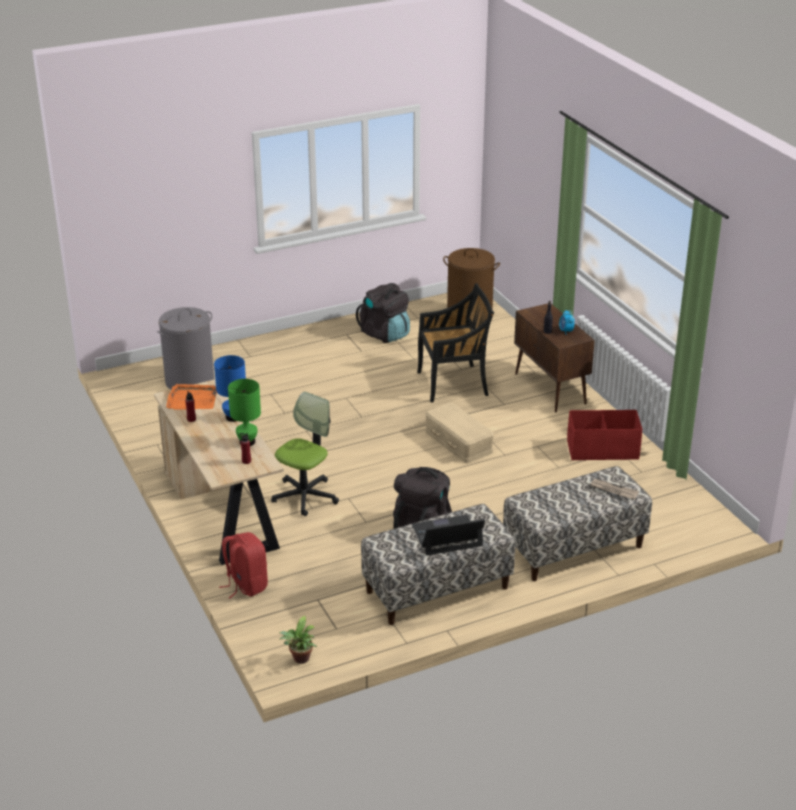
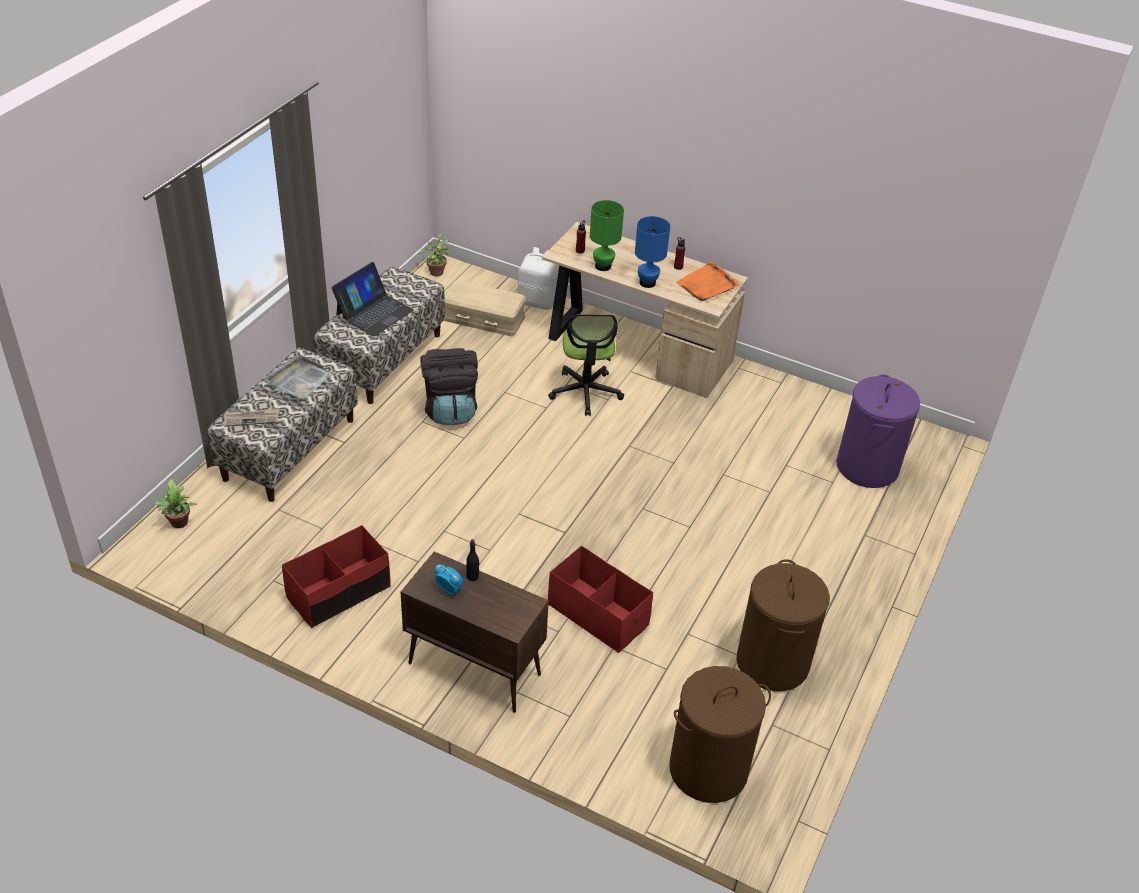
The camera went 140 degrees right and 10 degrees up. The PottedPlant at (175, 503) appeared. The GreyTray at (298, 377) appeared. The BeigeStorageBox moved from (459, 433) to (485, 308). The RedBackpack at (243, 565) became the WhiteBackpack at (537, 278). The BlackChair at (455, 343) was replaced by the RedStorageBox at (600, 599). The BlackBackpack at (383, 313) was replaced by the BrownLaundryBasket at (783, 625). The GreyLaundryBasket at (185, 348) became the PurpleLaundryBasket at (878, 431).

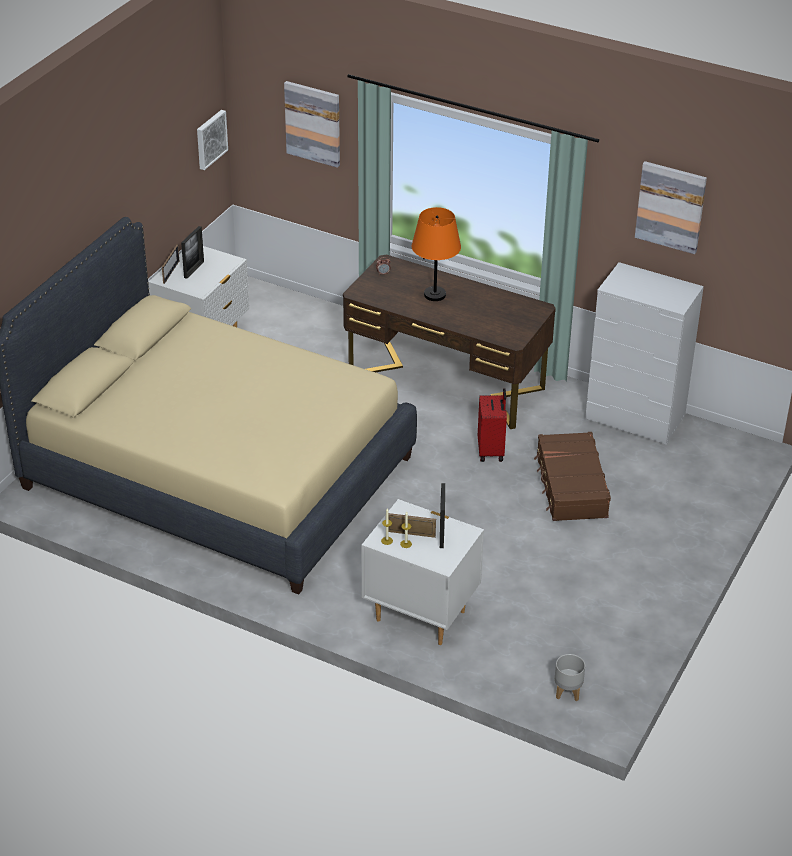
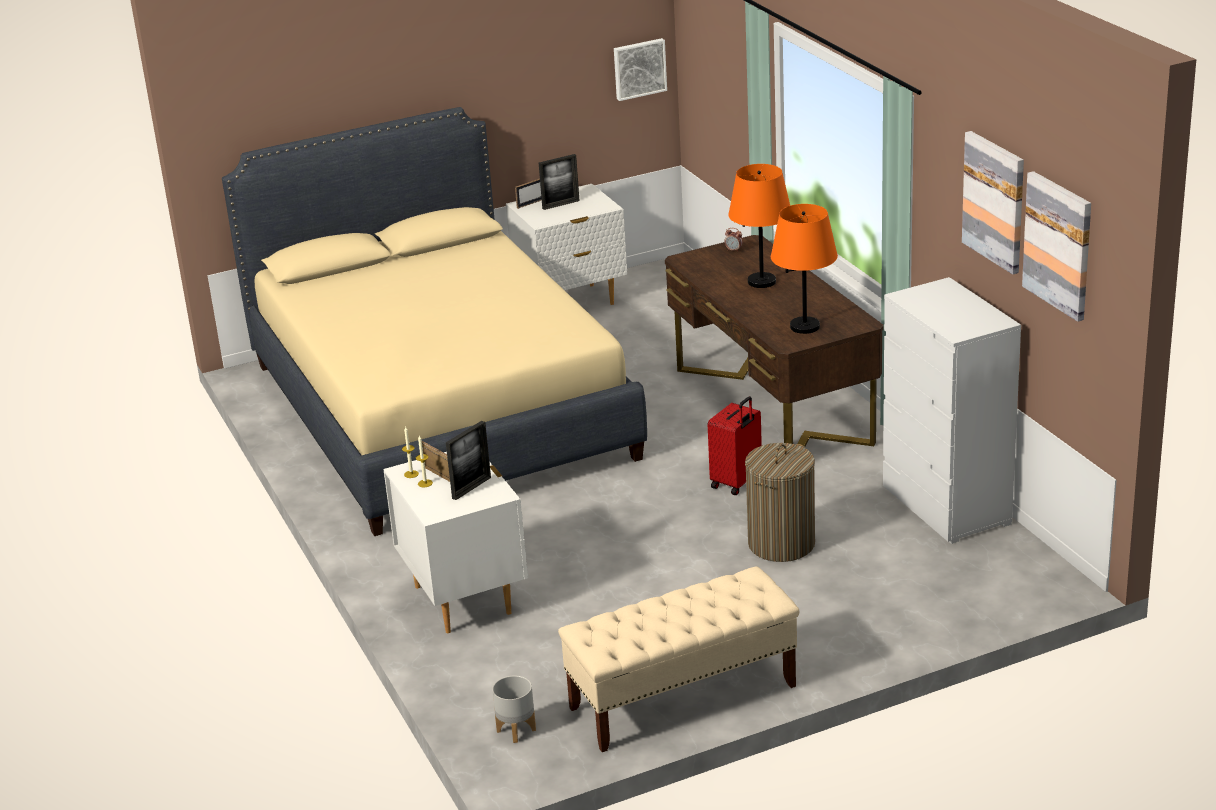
The camera went 40 degrees right and 10 degrees down. The BeigeBench at (679, 659) appeared. The BrownSuitcase at (572, 476) was replaced by the LaundryBasket at (780, 502). The OrangeTableLamp at (804, 269) appeared. The Picture moved from (312, 124) to (1056, 246).

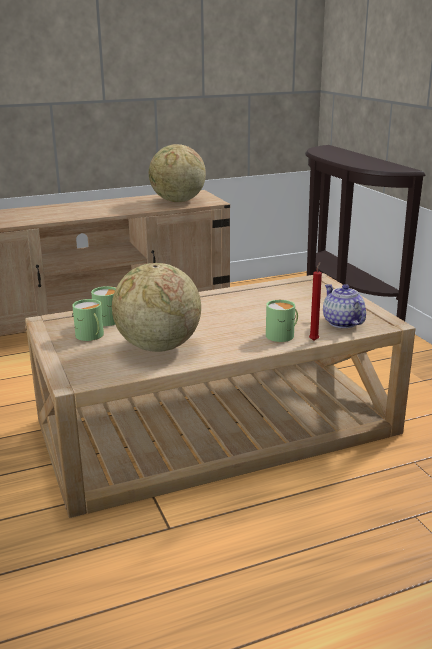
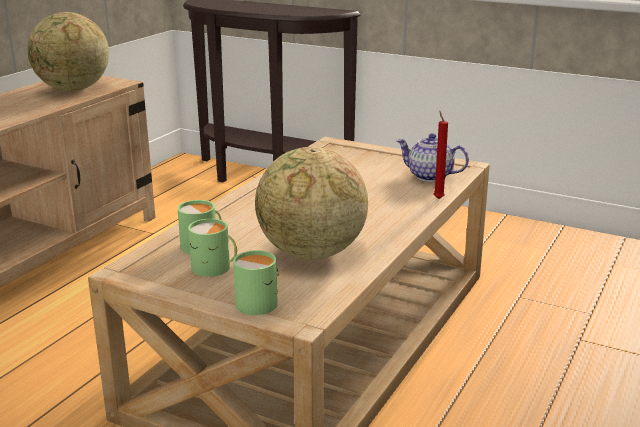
The camera went 40 degrees left and 0 degrees up. The GreenMug moved from (282, 321) to (256, 282).

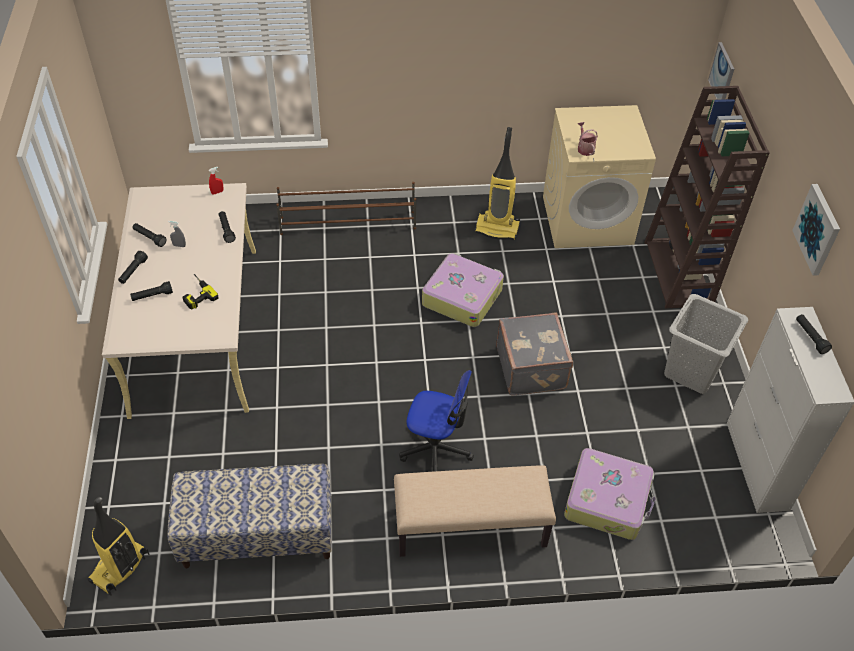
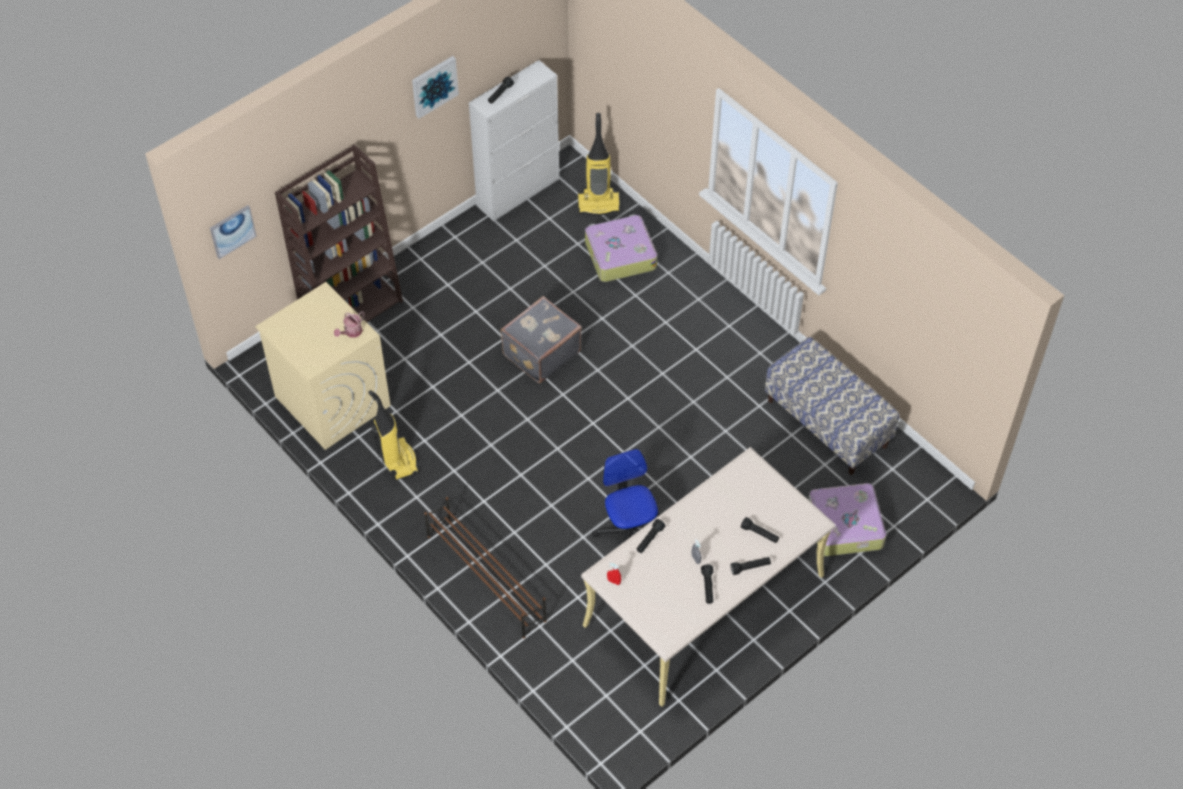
The camera went 125 degrees left and 5 degrees up. The VacuumCleaner moved from (119, 546) to (599, 164). The OfficeChair moved from (436, 421) to (626, 495). The Suitcase moved from (463, 290) to (847, 519). The PowerDrill at (200, 291) disappeared. The BeigeBench at (475, 511) disappeared. The GreyLaundryBasket at (706, 344) disappeared.

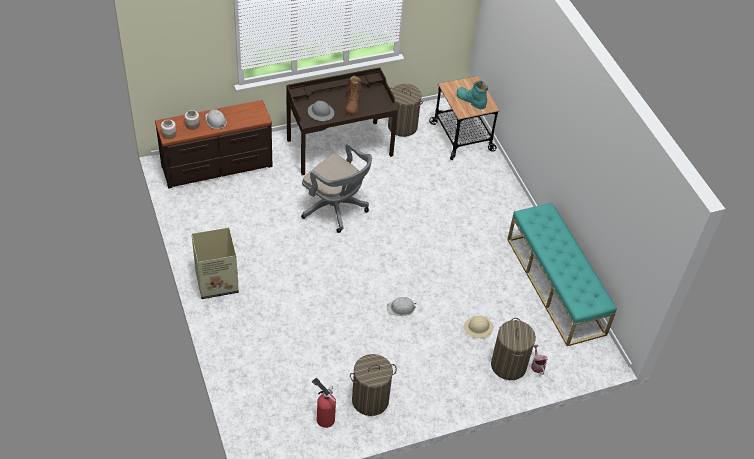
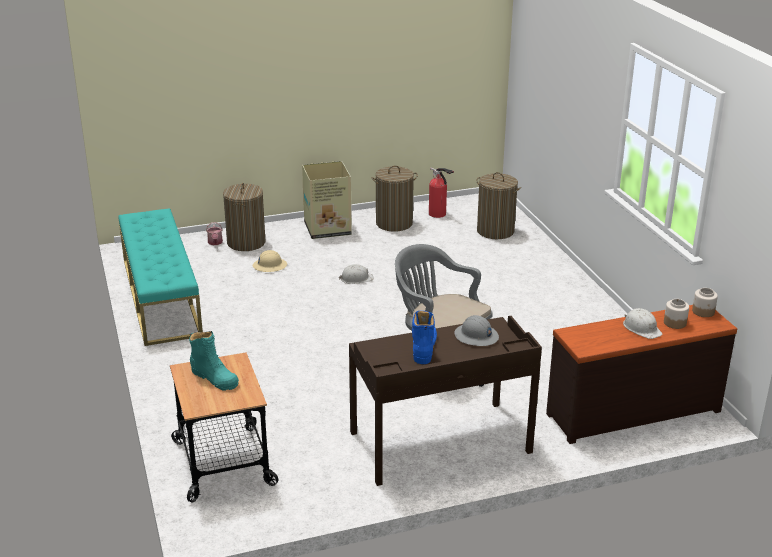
The camera went 175 degrees left and 20 degrees down. The CardboardBox moved from (215, 263) to (327, 200). The BrownBoot at (353, 95) became the BlueBoot at (424, 337). The LaundryBasket moved from (405, 110) to (498, 205).

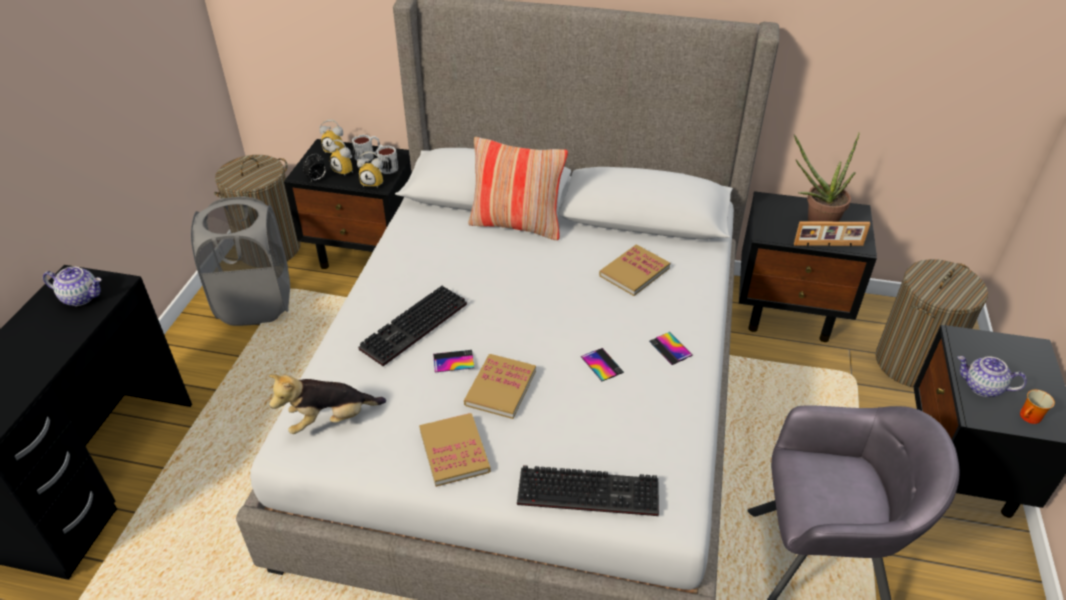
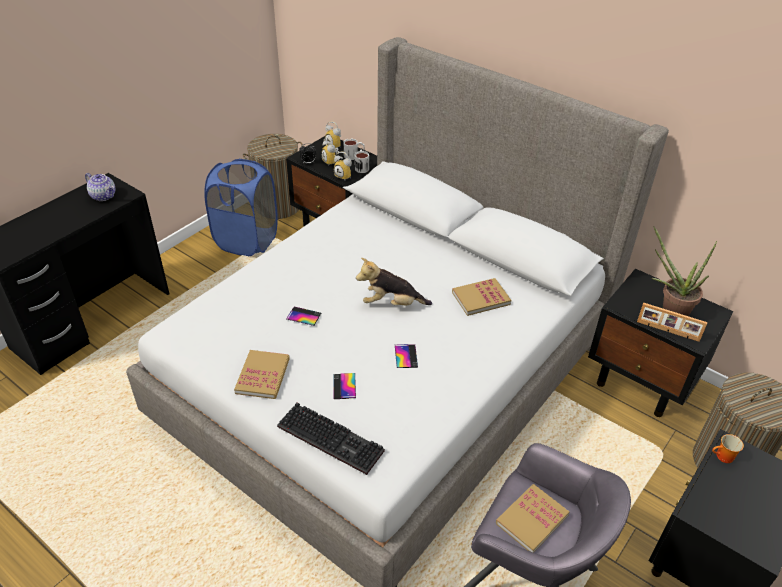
The camera went 25 degrees right and 0 degrees up. The GreyLaundryBasket at (240, 261) became the BlueLaundryBasket at (241, 207). The Phone moved from (671, 348) to (344, 386). The PlushToy moved from (327, 404) to (394, 281). The Book moved from (500, 386) to (532, 518). The Mug moved from (1037, 407) to (728, 448). The Keyboard at (412, 326) disappeared. The Pillow at (518, 188) disappeared. The Teapot at (992, 376) disappeared.

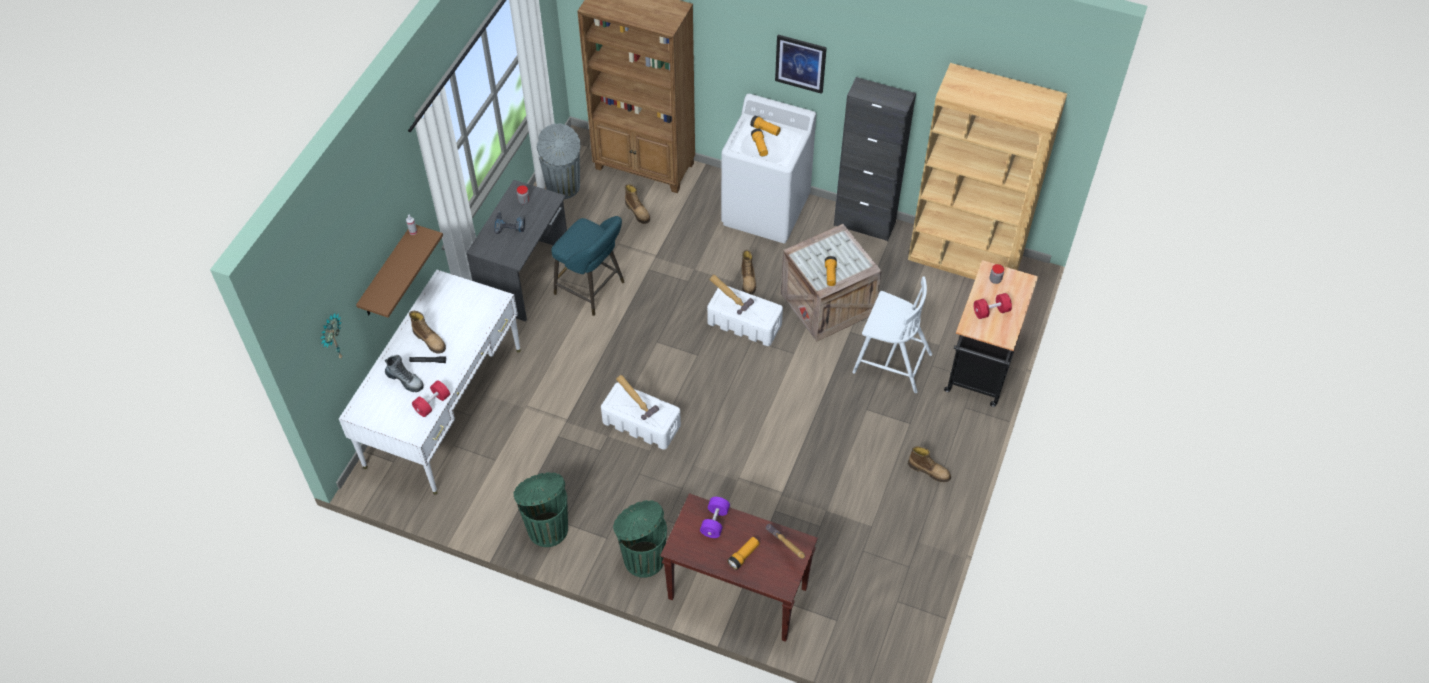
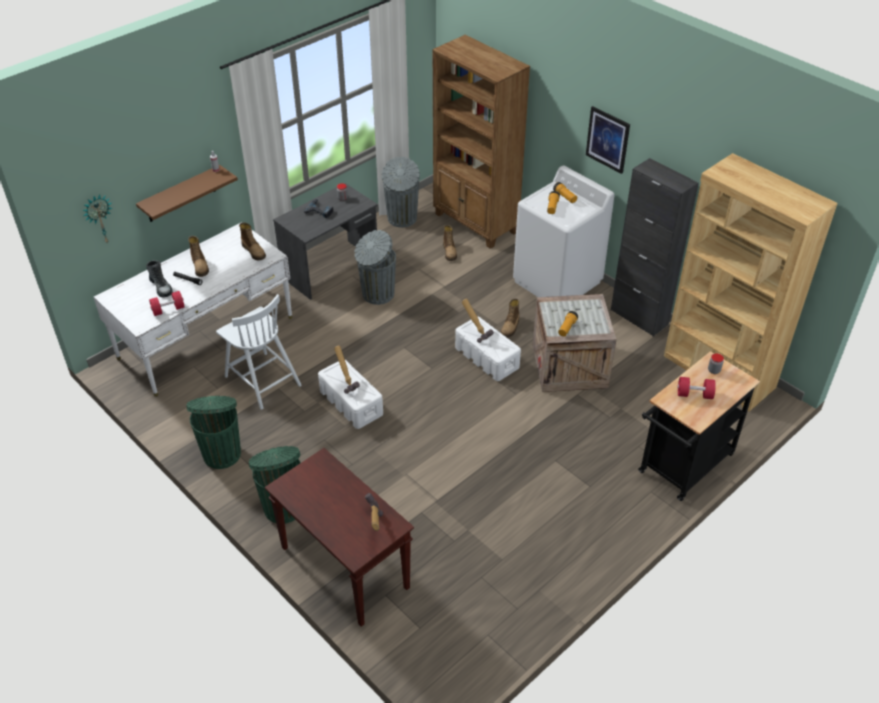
The camera went 25 degrees right and 10 degrees down. The WhiteChair moved from (892, 334) to (259, 352). The Boot moved from (929, 464) to (252, 241). The TurquoiseStool at (587, 266) was replaced by the GreyTrashCan at (375, 267). The PurpleDumbbell at (715, 517) disappeared. The Flashlight at (743, 553) disappeared.

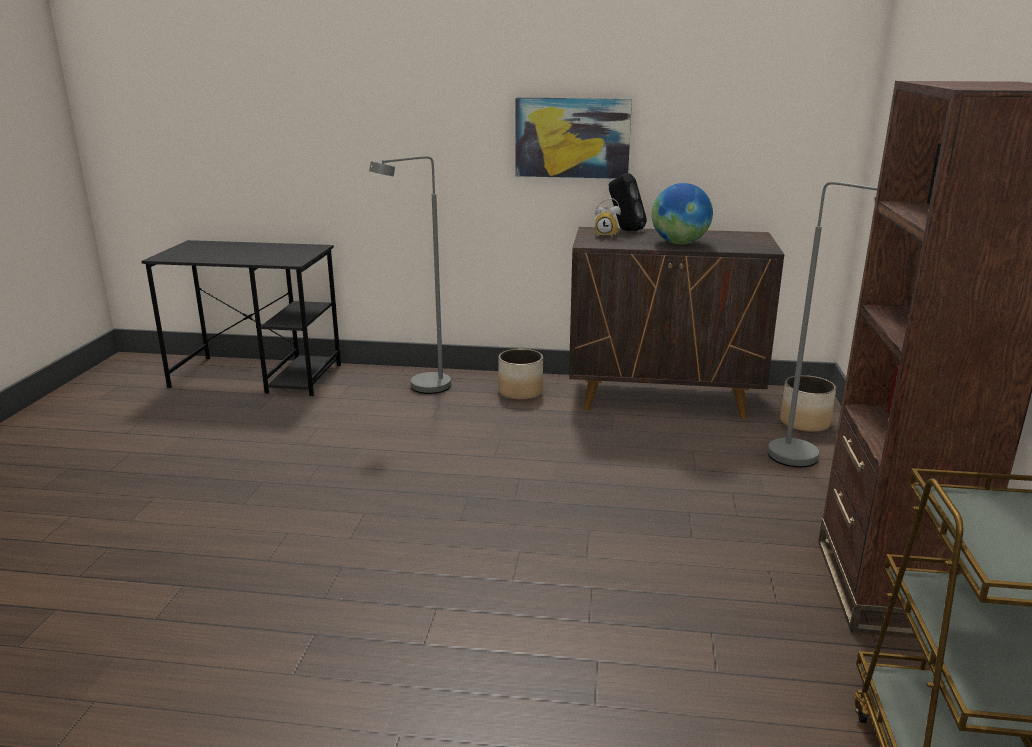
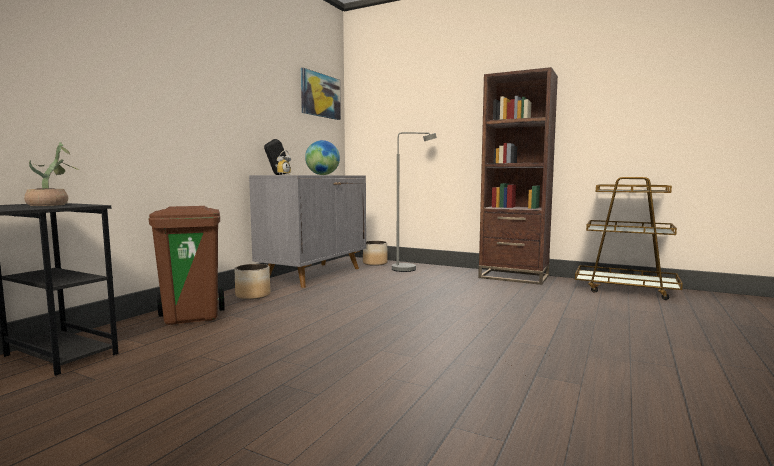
The camera went 70 degrees left and 15 degrees down. The PottedPlant at (52, 174) appeared. The GreyFloorLamp at (410, 275) was replaced by the BrownTrashCan at (187, 265). The BrownCabinet at (676, 323) became the GreyCabinet at (307, 231). The Picture moved from (573, 138) to (321, 94).

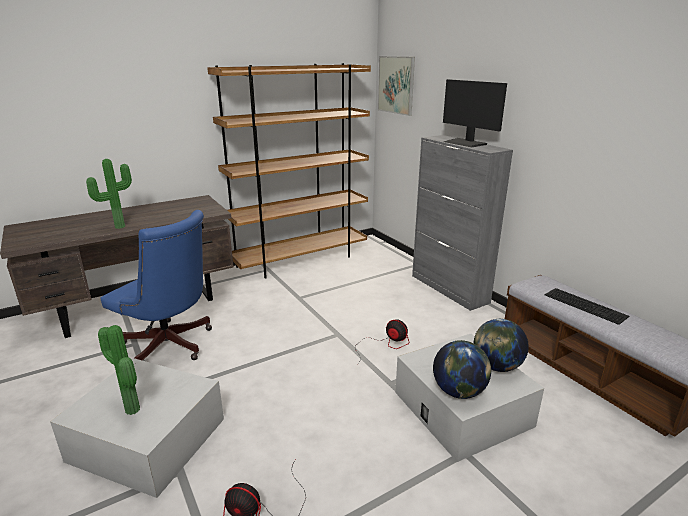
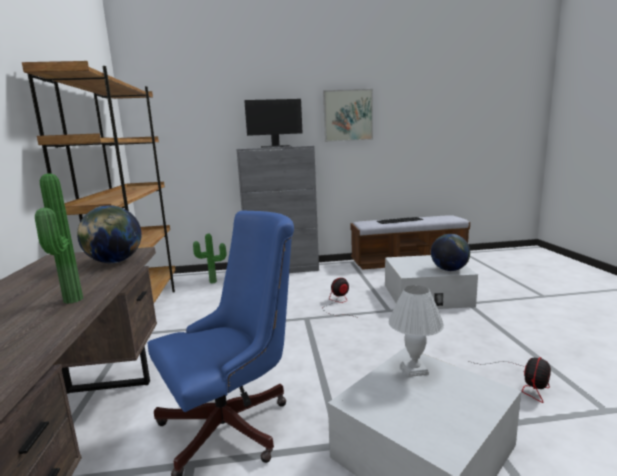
The camera went 65 degrees left and 10 degrees down. The Globe moved from (501, 345) to (109, 234). The PottedPlant moved from (119, 370) to (210, 259). The Picture moved from (396, 86) to (348, 115). The WhiteTableLamp at (416, 331) appeared.

